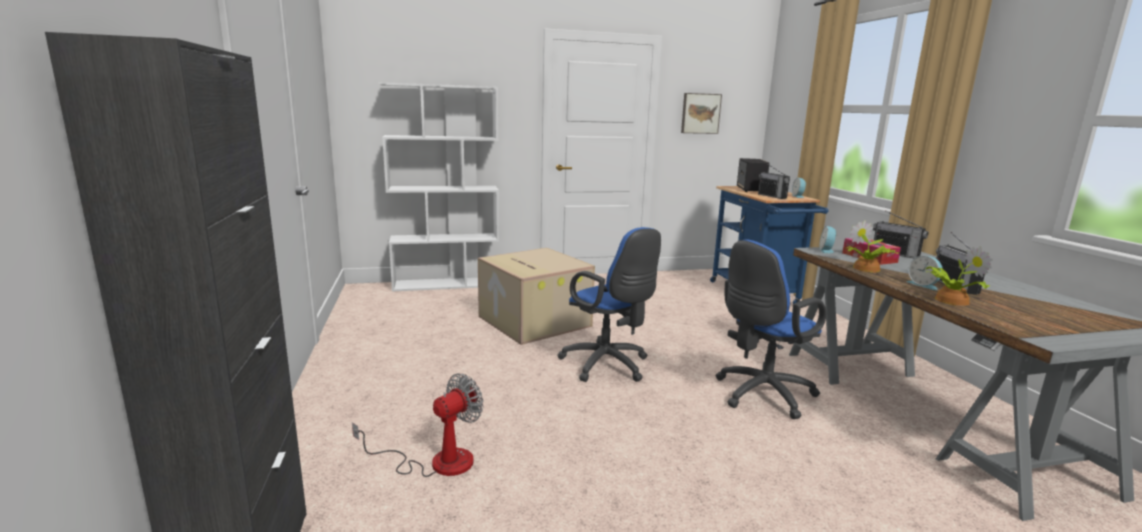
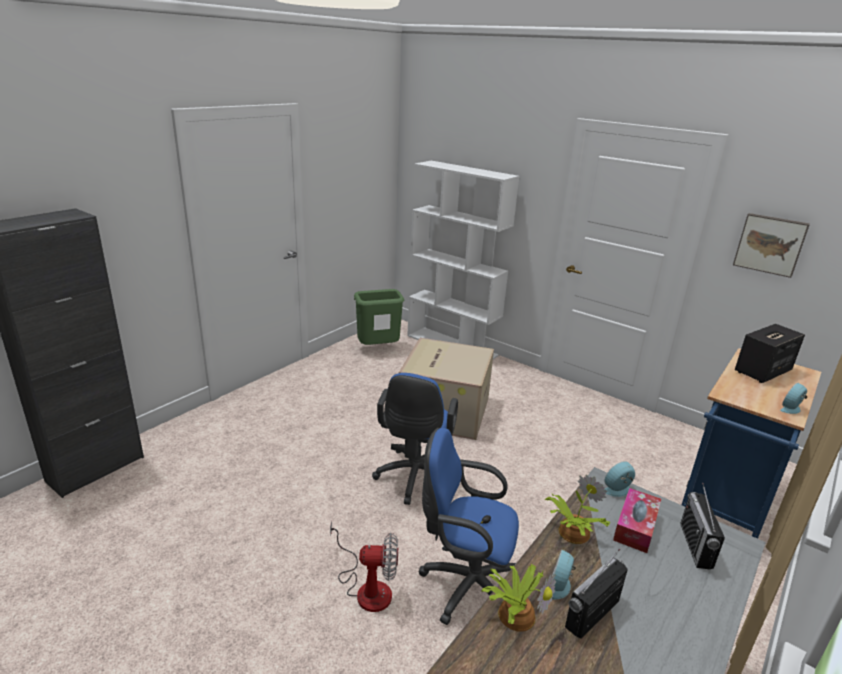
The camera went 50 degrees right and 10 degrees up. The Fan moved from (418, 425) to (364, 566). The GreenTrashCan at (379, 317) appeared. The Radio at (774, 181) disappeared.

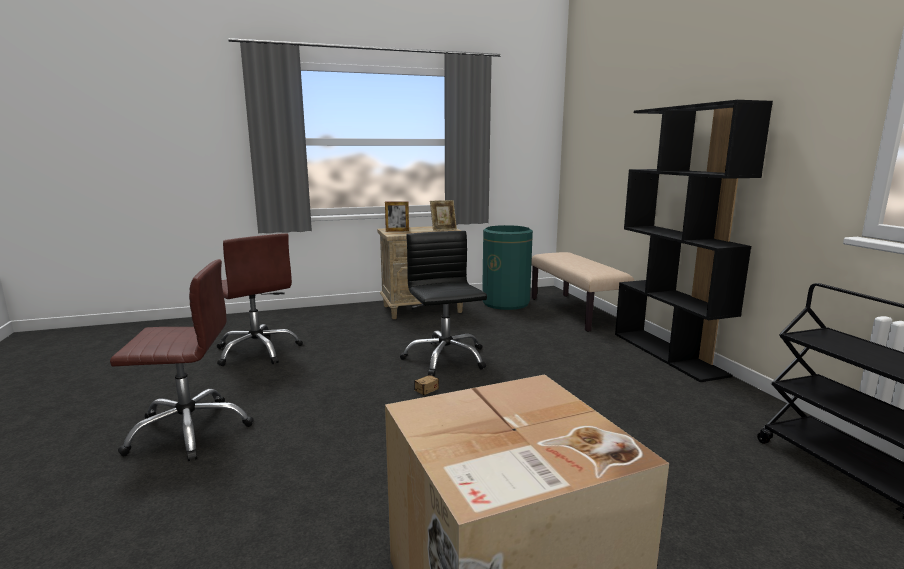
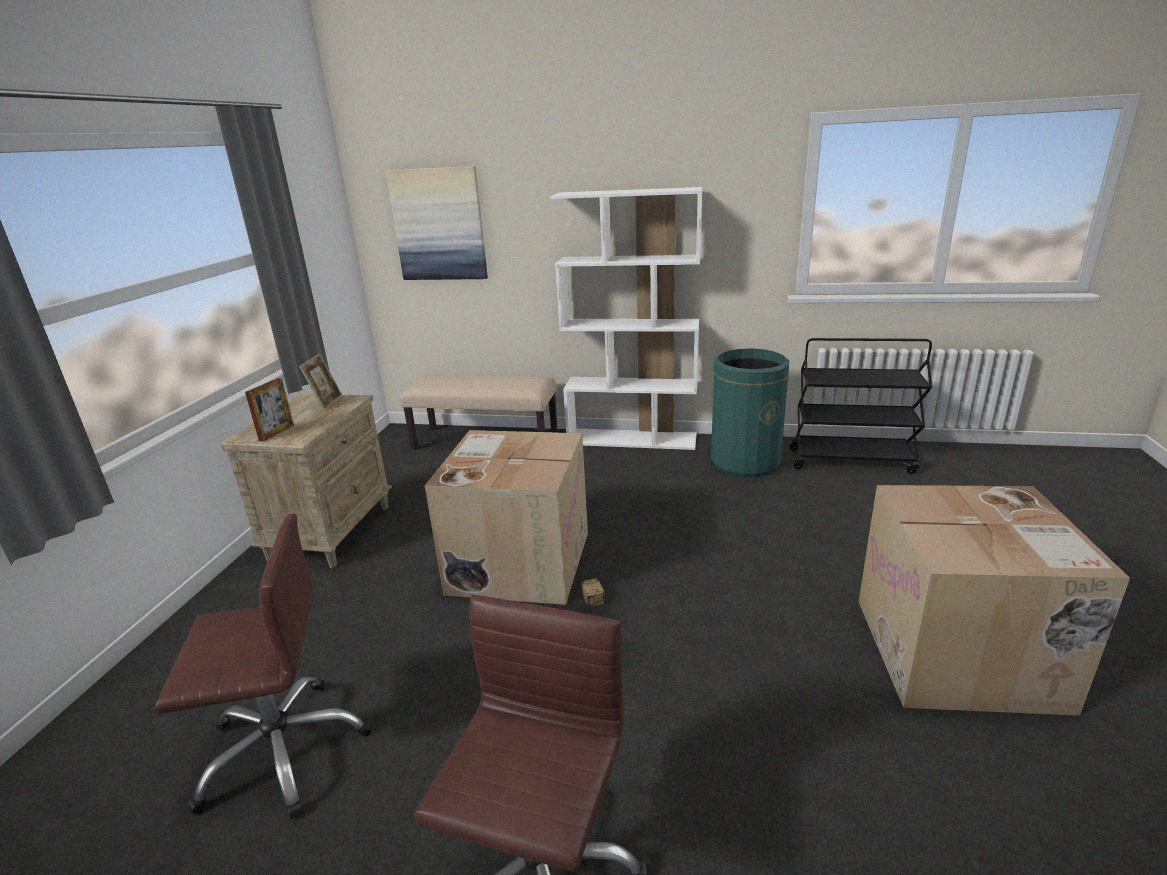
The camera went 60 degrees left and 10 degrees up. The Picture at (437, 223) appeared. The BlackOfficeChair at (443, 303) was replaced by the CardboardBox at (506, 517). The BlackBookcase at (694, 241) became the WhiteBookcase at (626, 318). The GreenTrashCan moved from (507, 267) to (750, 413).

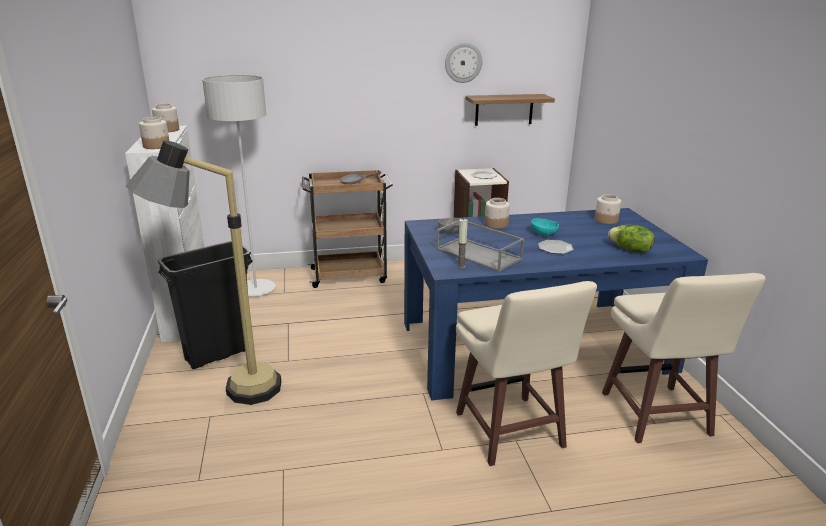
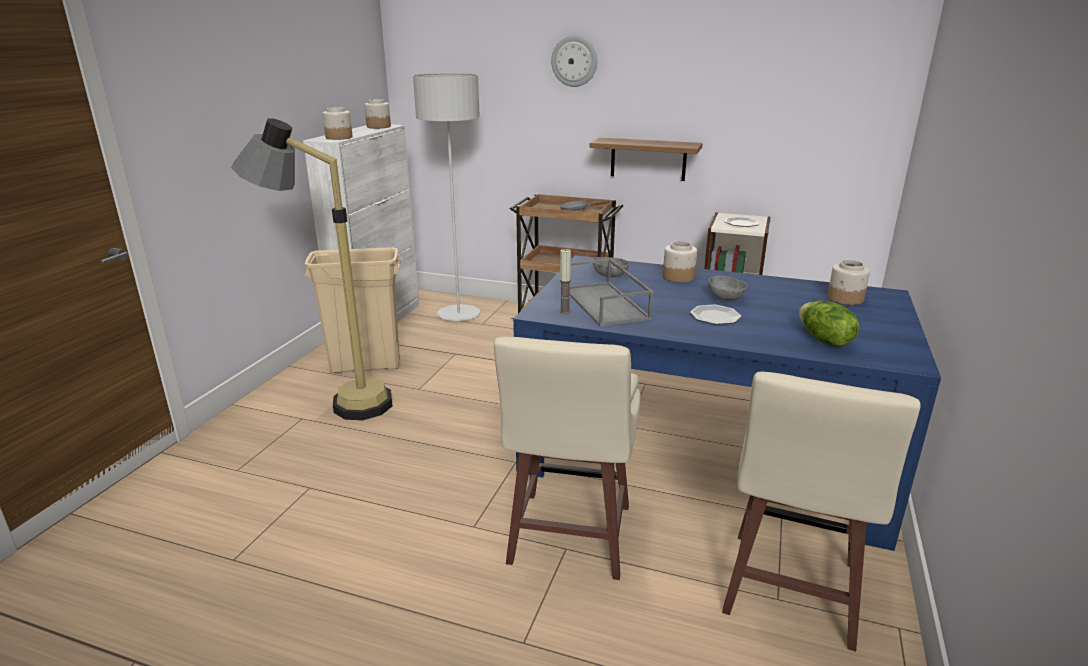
The camera went 30 degrees right and 0 degrees up. The BlackTrashCan at (205, 305) became the BeigeTrashCan at (353, 310). The WallClock moved from (464, 62) to (574, 61). The Shelf moved from (510, 110) to (646, 159). The TurquoiseBowl at (545, 226) became the GreyBowl at (727, 288).

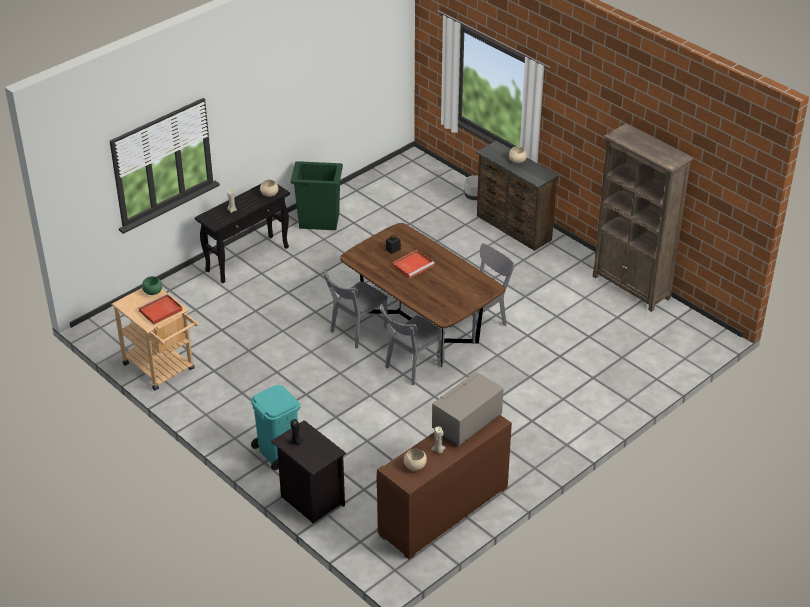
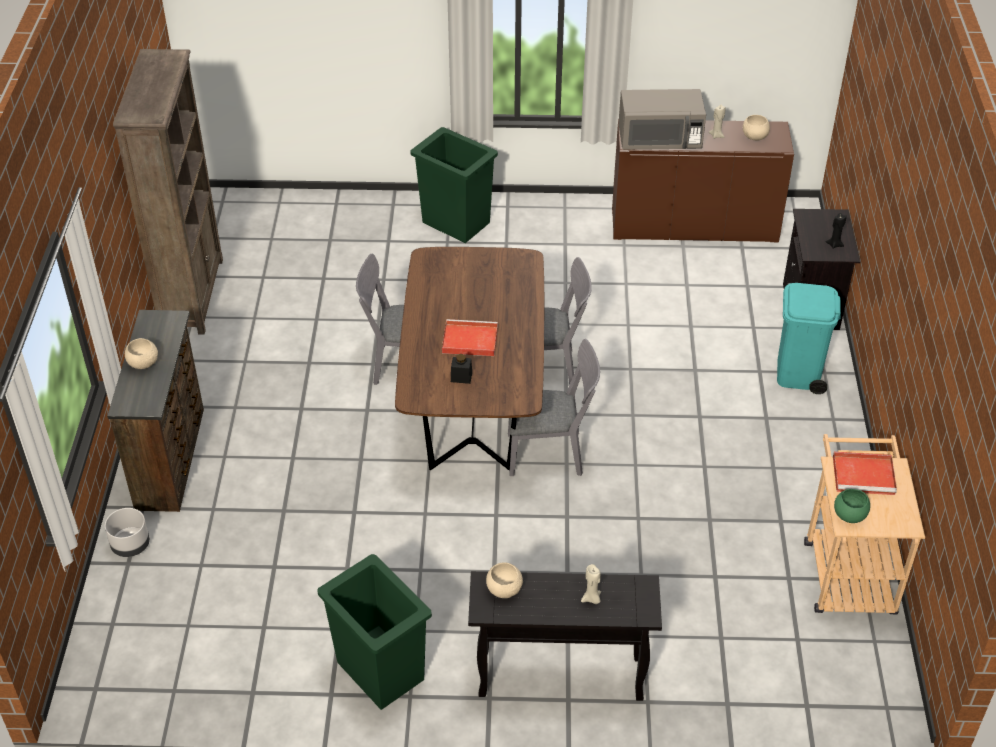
The camera went 135 degrees left and 5 degrees up. The GreenTrashCan at (454, 185) appeared.

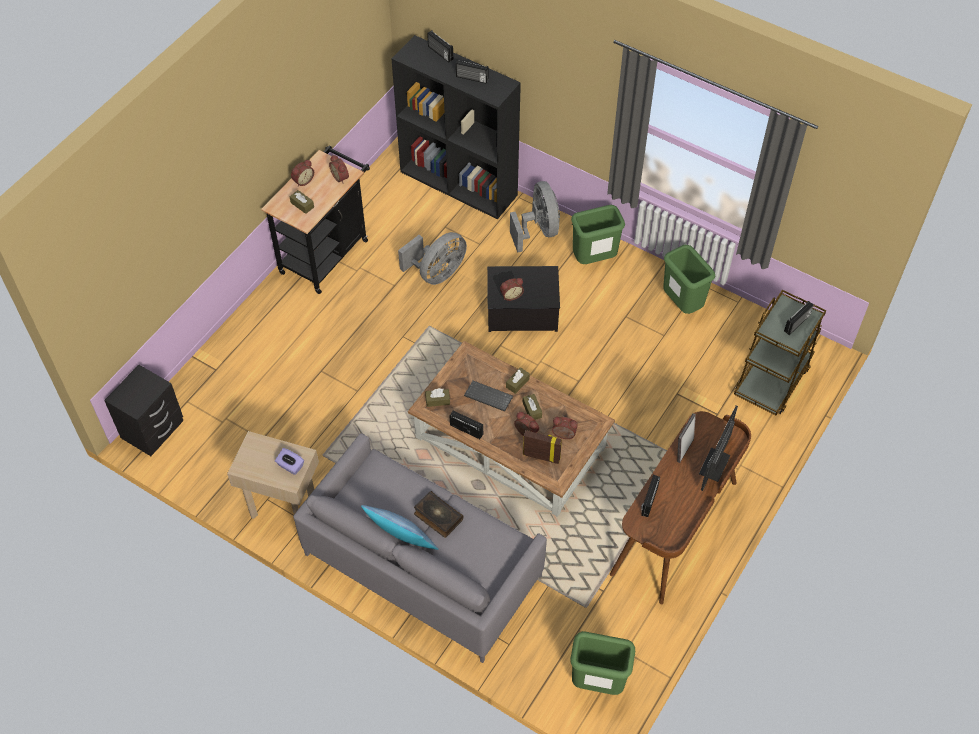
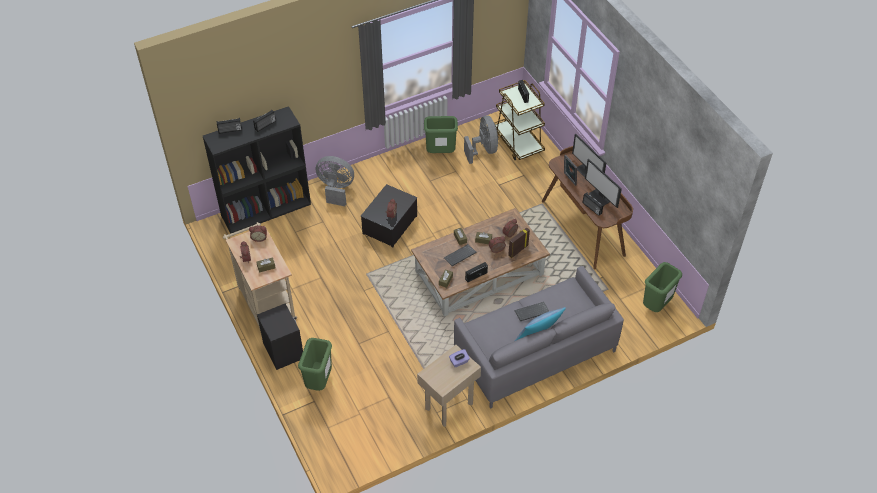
The camera went 60 degrees left and 5 degrees down. The BlackCart at (315, 220) became the BeigeCart at (260, 275). The BlackNightstand moved from (143, 410) to (280, 337). The GreenTrashCan moved from (598, 234) to (315, 364). The GreyFan moved from (432, 258) to (481, 140). The Book at (439, 514) was replaced by the Keyboard at (532, 311). The Monitor at (603, 183) appeared.

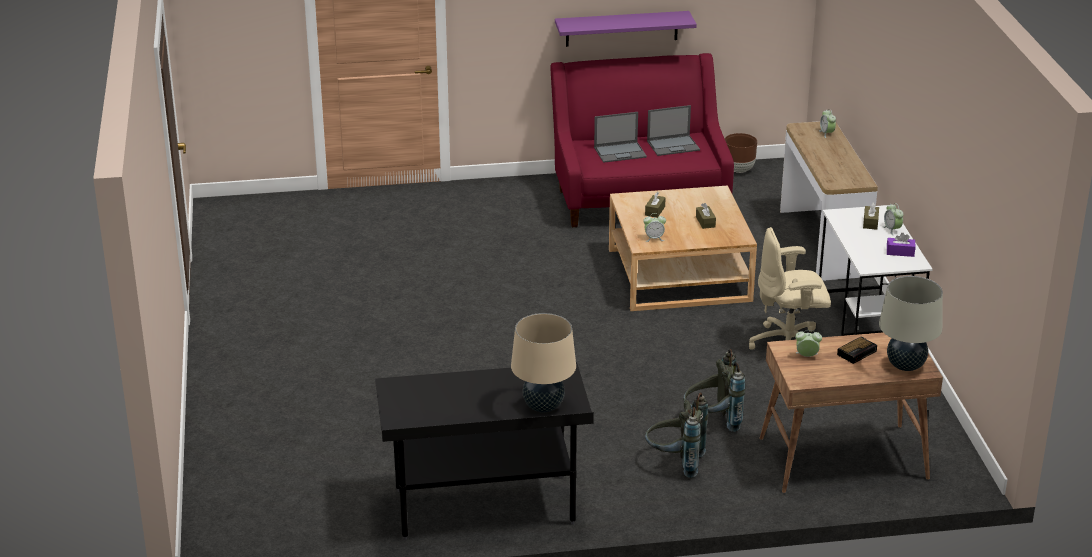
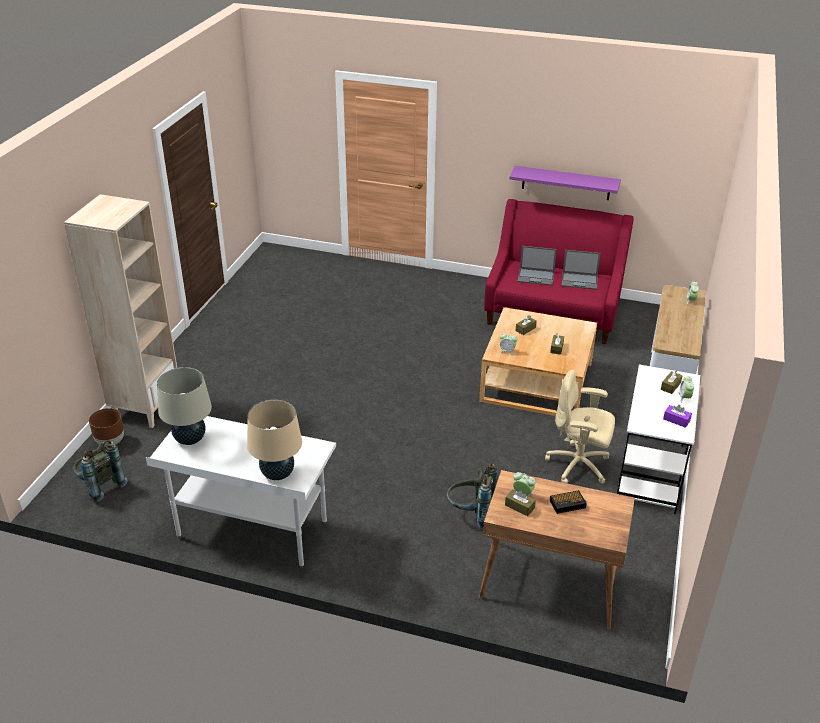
The camera went 25 degrees right and 5 degrees up. The BeigeBookcase at (120, 311) appeared. The GreyBackpack moved from (676, 435) to (100, 471). The BrownPlanter moved from (741, 153) to (106, 427). The BlackDesk at (484, 451) became the WhiteDesk at (241, 492). The BeigeTableLamp moved from (911, 323) to (184, 406). The BrownTissueBox at (520, 502) appeared.

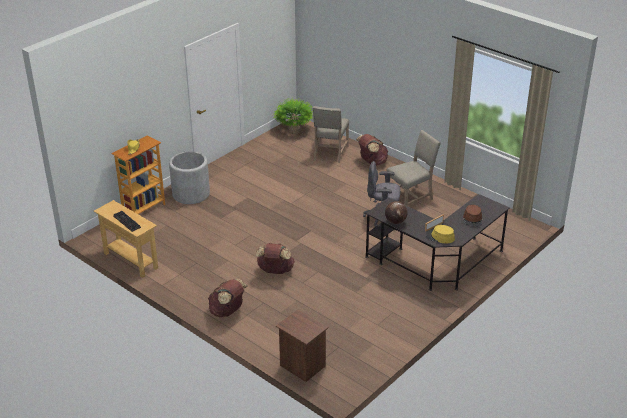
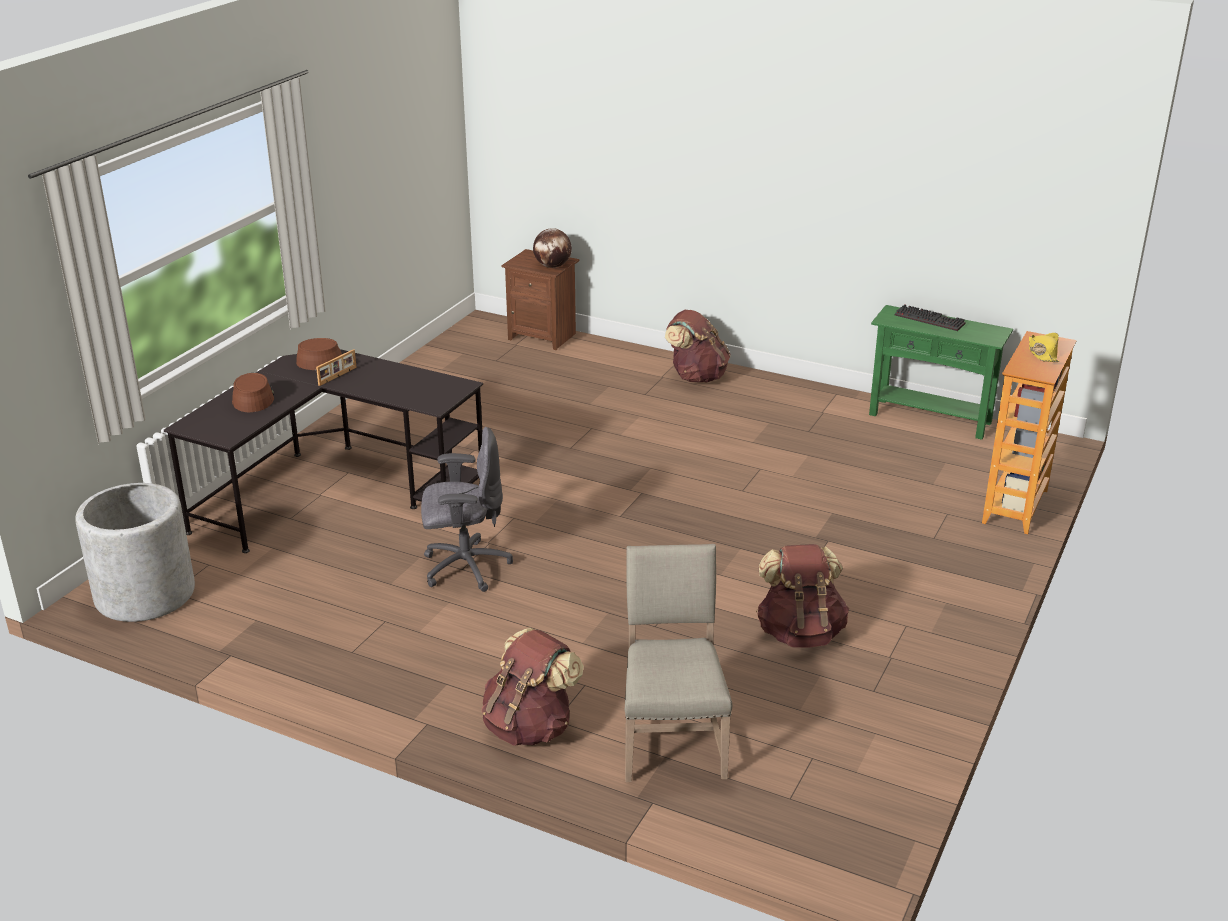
The camera went 165 degrees right and 5 degrees down. The GreyPlanter moved from (189, 177) to (135, 552). The YellowHat at (440, 234) became the BrownHat at (319, 354). The Globe moved from (396, 212) to (552, 248). The BrownBackpack moved from (275, 258) to (802, 596). The BeigeConsoleTable at (126, 239) became the GreenConsoleTable at (941, 372). The PottedPlant at (293, 116) disappeared. The BeigeChair at (413, 168) disappeared.

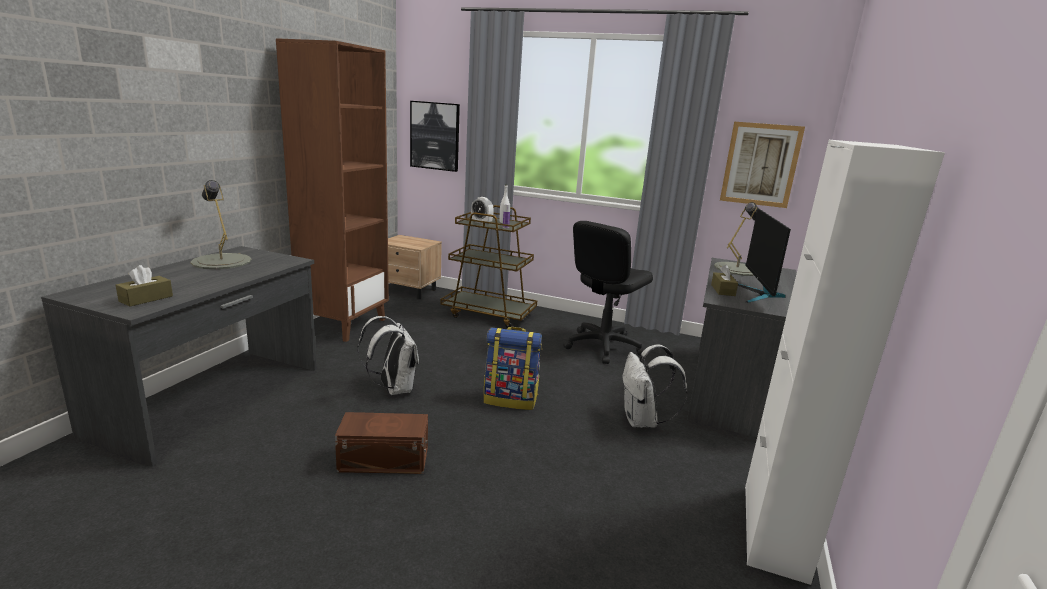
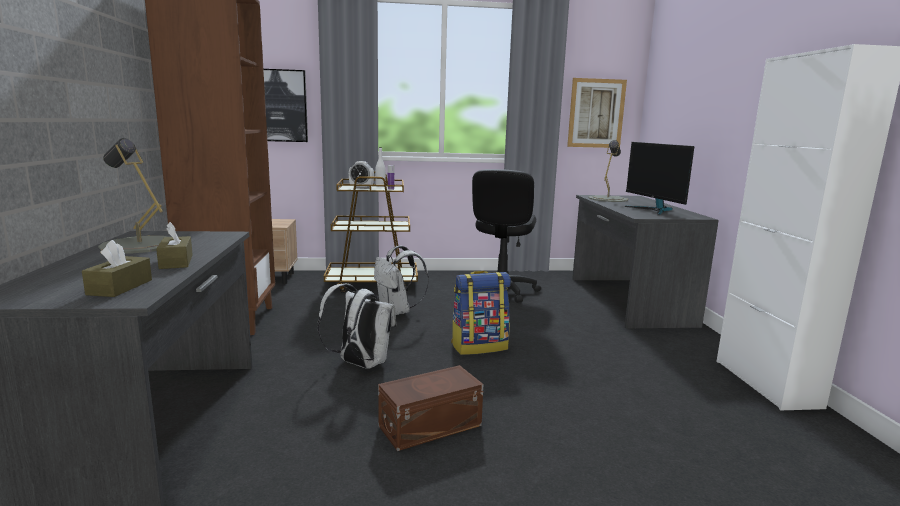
The camera went 25 degrees left and 5 degrees down. The BrownTissueBox moved from (724, 280) to (174, 245). The WhiteBackpack moved from (655, 386) to (401, 280).

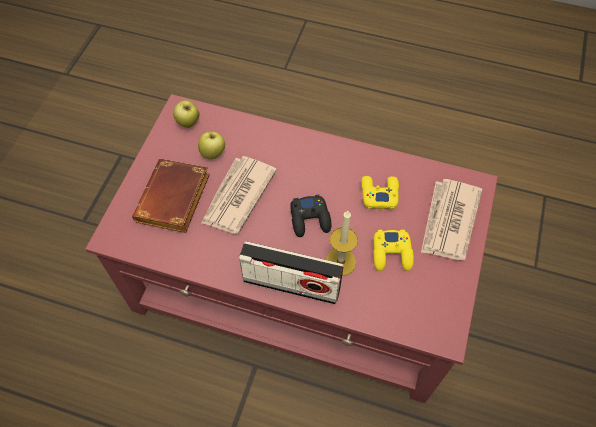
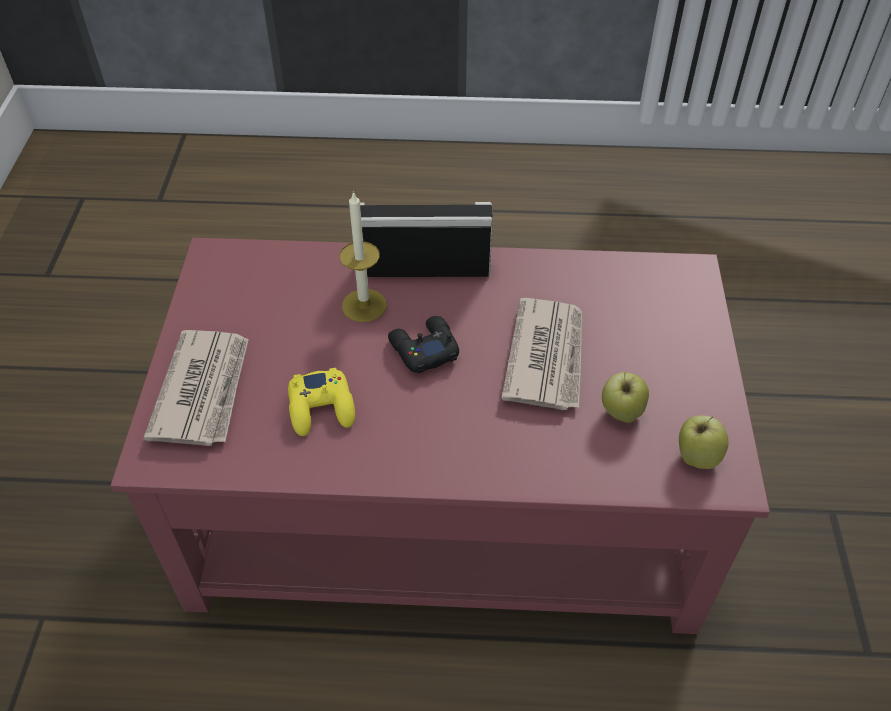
The camera went 165 degrees right and 10 degrees down. The BrownBook at (171, 196) disappeared. The YellowGameController at (393, 250) disappeared.

